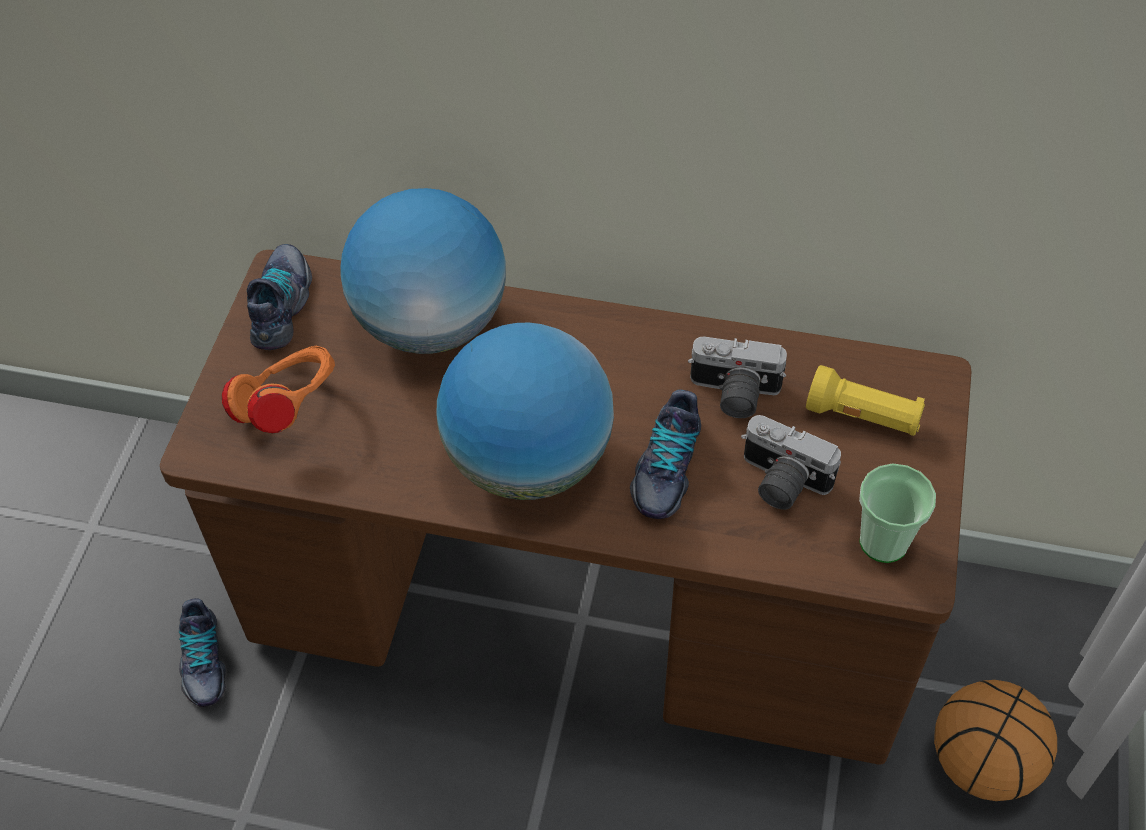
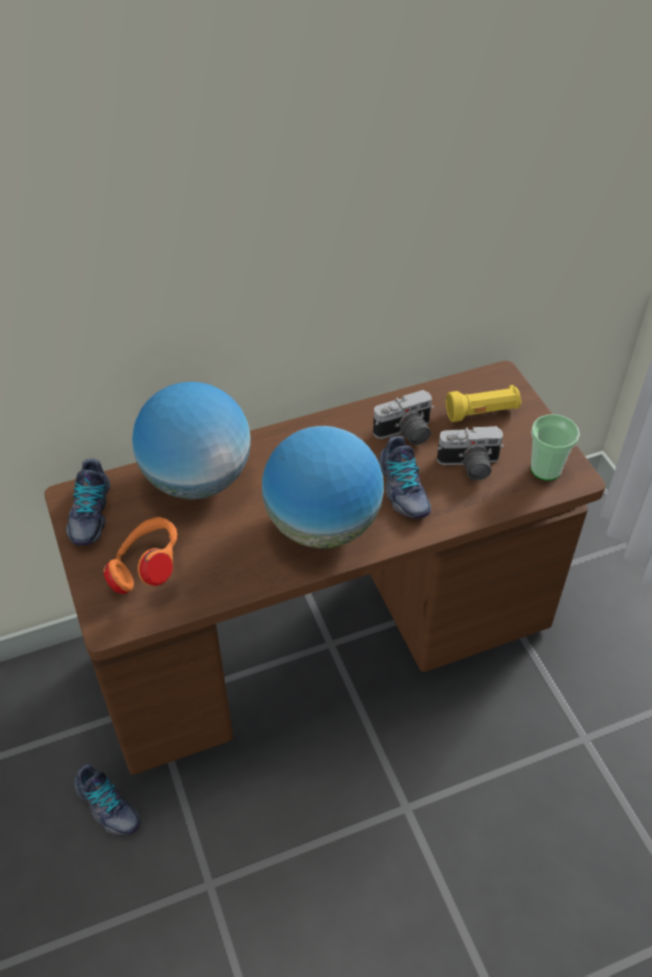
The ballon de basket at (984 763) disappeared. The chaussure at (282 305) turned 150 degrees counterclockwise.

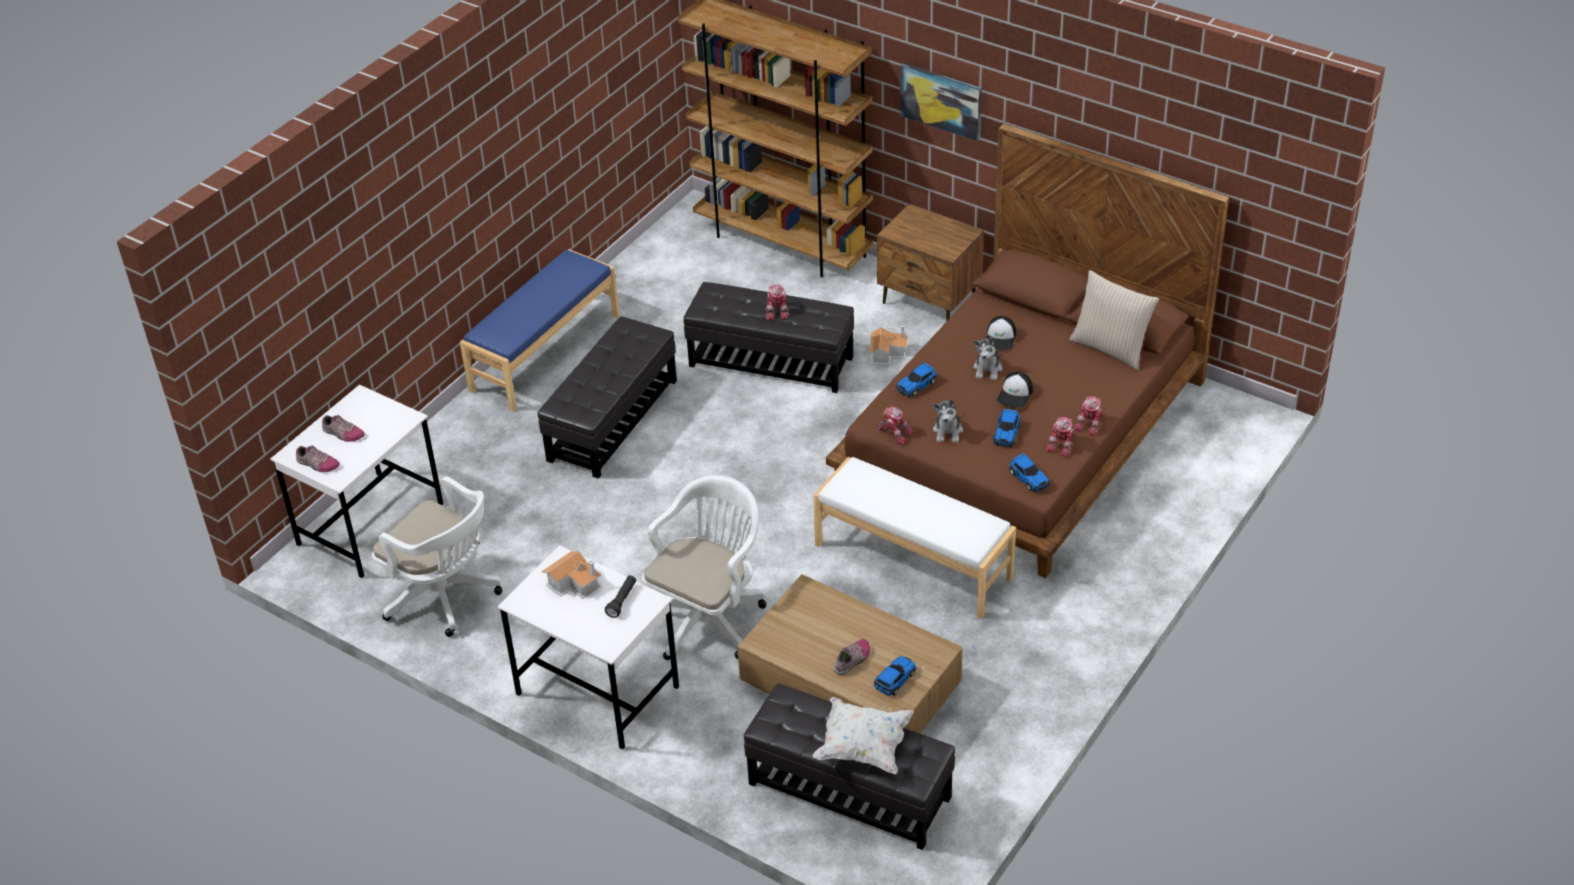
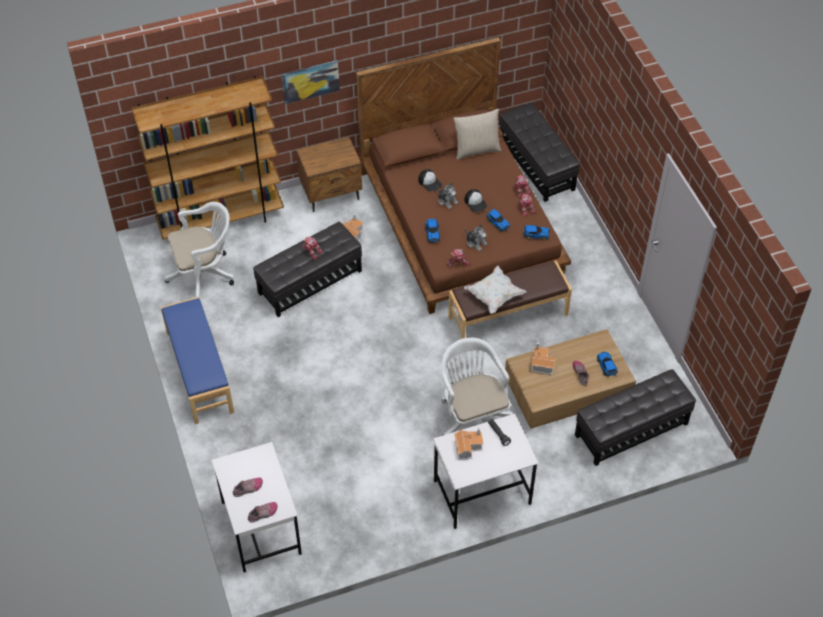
The maison miniature at (540 364) appeared. The chaise de bureau/blanc moved from (445 596) to (205 274). The pouf/noir moved from (612 420) to (536 165). The coussin/blanc moved from (863 747) to (494 296). The banc/blanc at (913 560) became the banc/marron at (508 315).

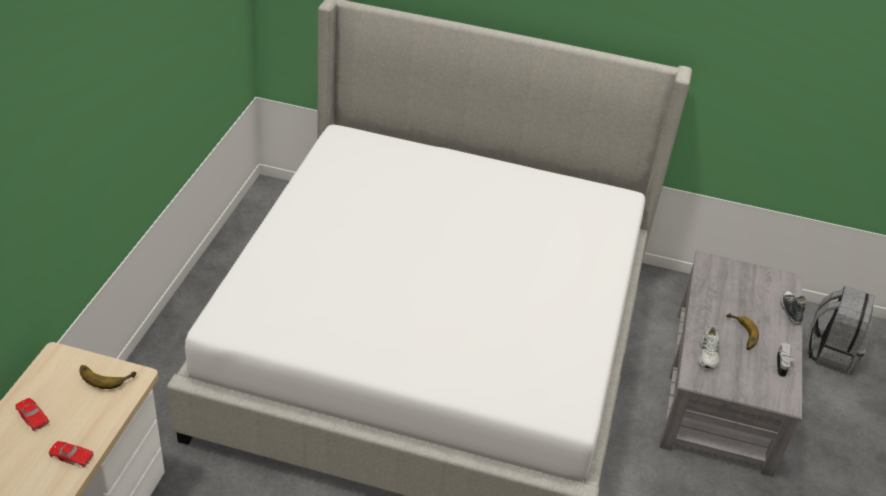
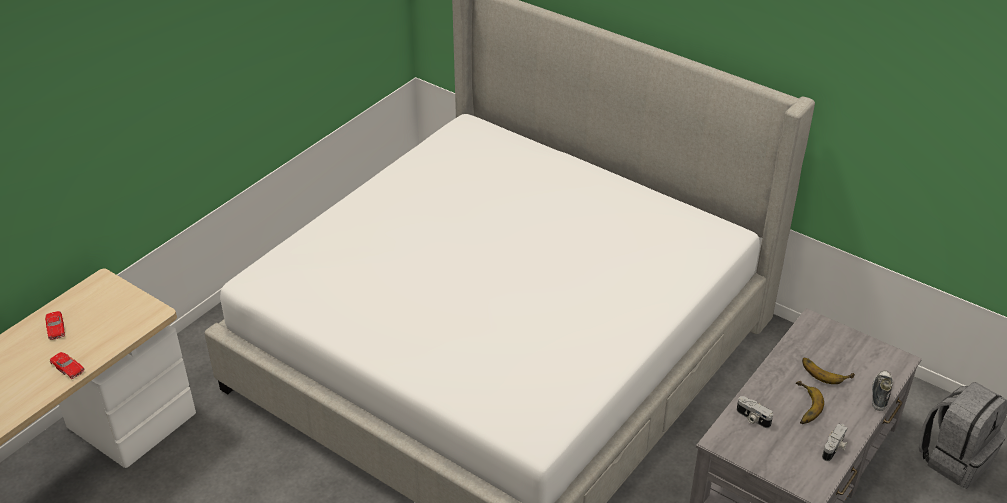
The banane moved from (106 375) to (825 371). The chaussure/blanc at (708 354) was replaced by the appareil photo at (752 418).

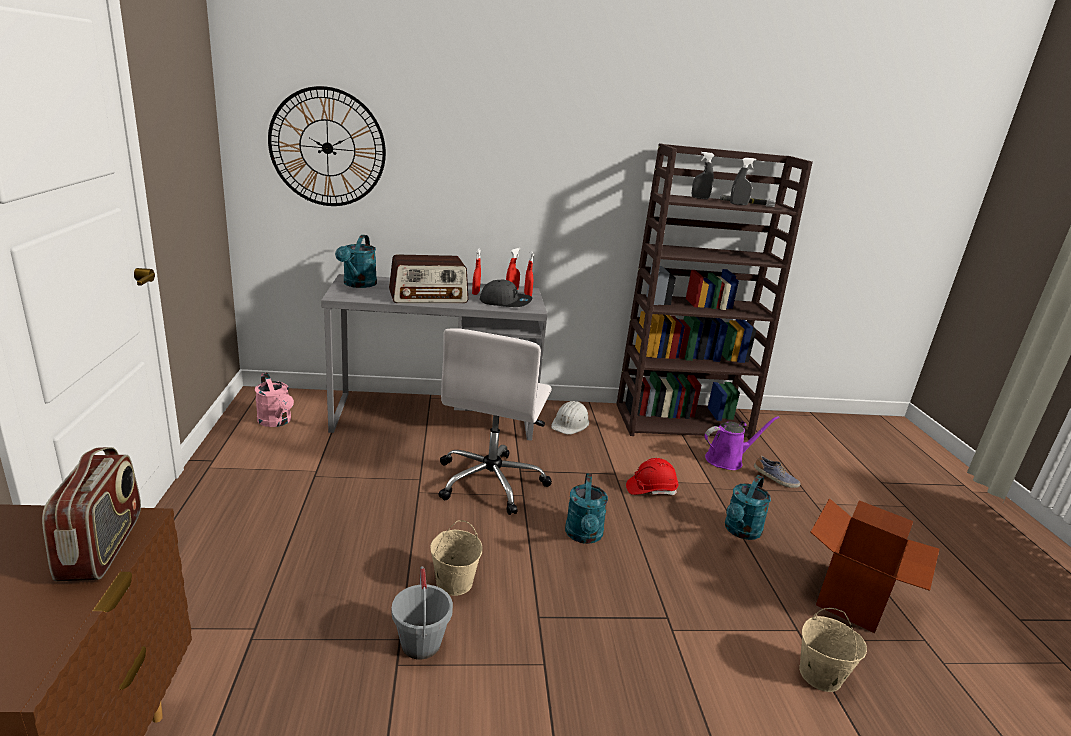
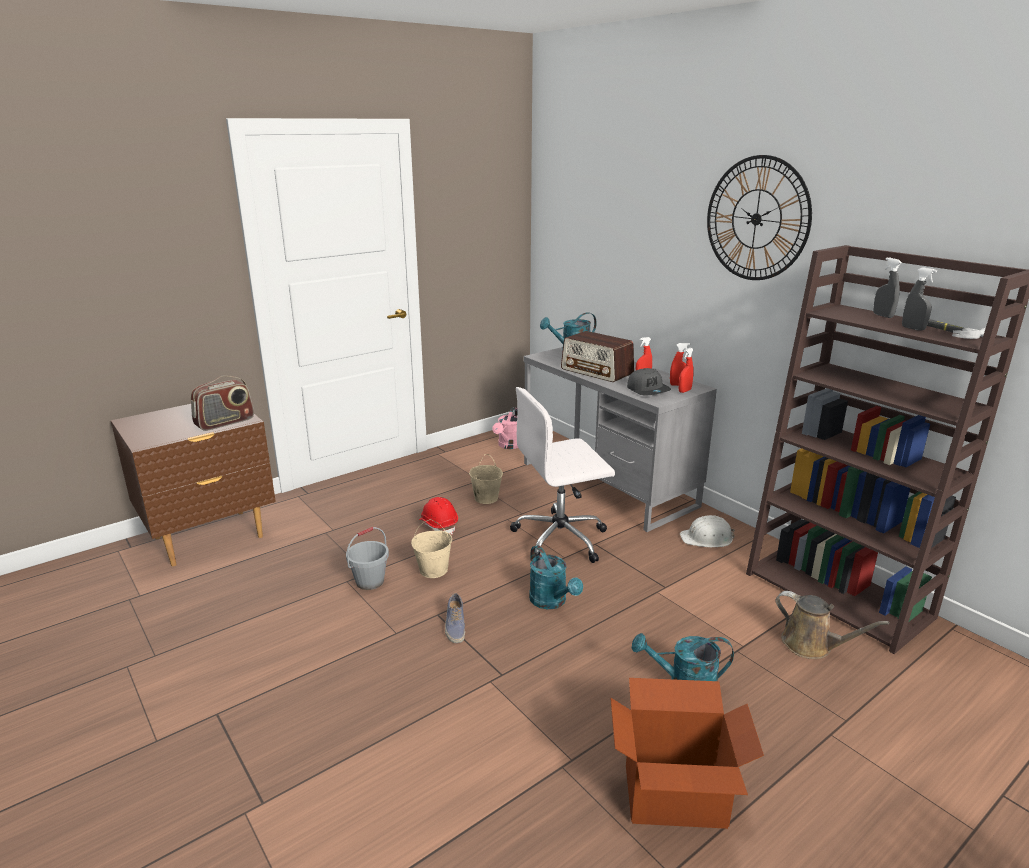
The horloge murale moved from (327 148) to (756 219). The casque de chantier/rouge moved from (651 489) to (438 525). The chaussure moved from (775 479) to (455 626). The seau/beige moved from (819 675) to (485 498). The arrosoir/violet at (727 460) became the arrosoir/marron at (811 645). The arrosoir/turquoise at (584 536) turned 90 degrees counterclockwise.

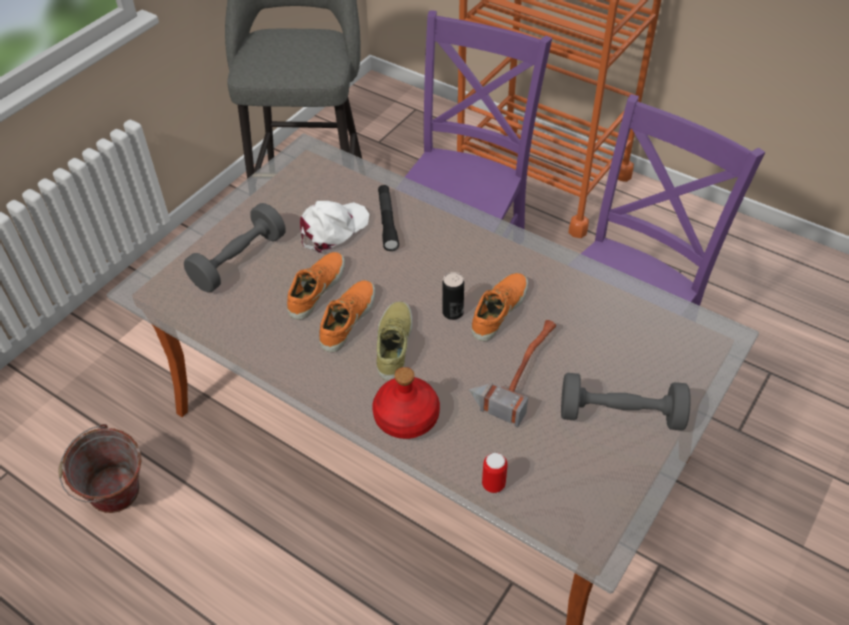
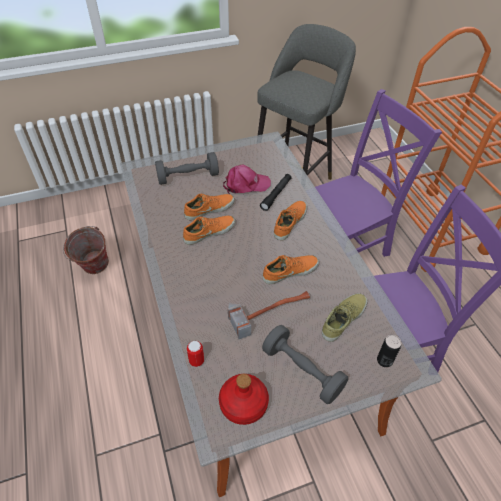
The chaussure/orange at (289 222) appeared. The bouteille/rouge moved from (406 418) to (243 404). The chaussure/beige moved from (392 344) to (342 318). The boîte métallique moved from (452 312) to (384 360). The casquette/blanc at (333 229) became the casquette/rose at (246 184).

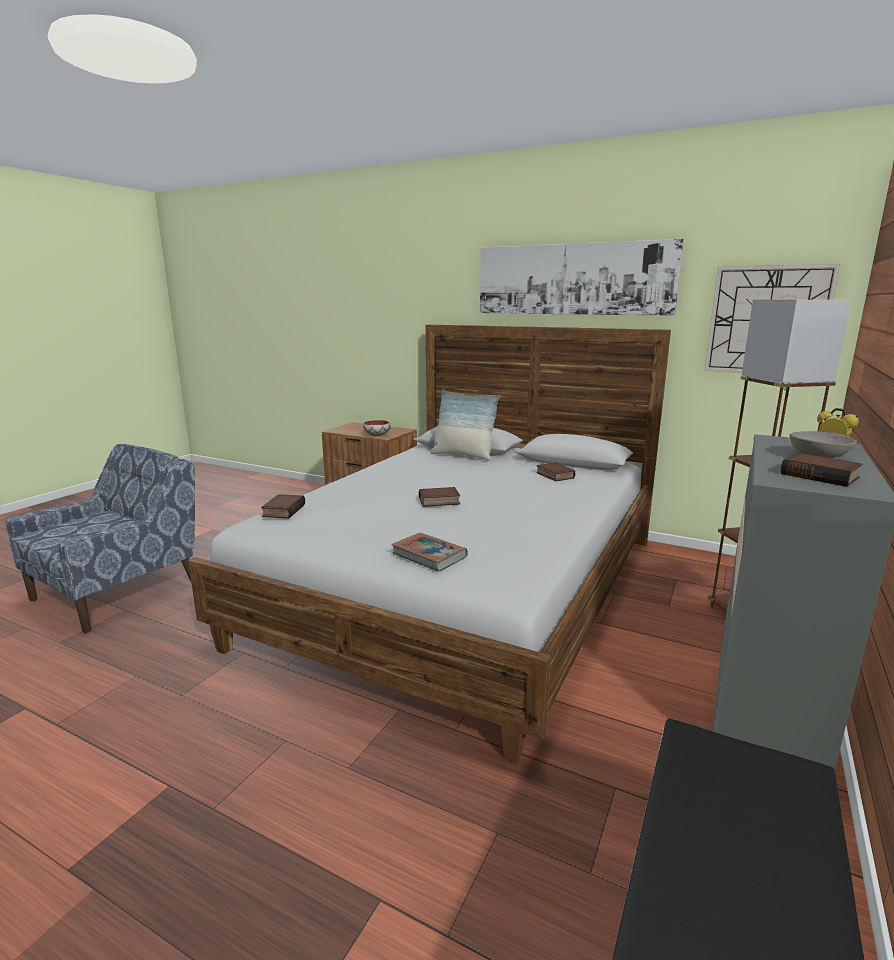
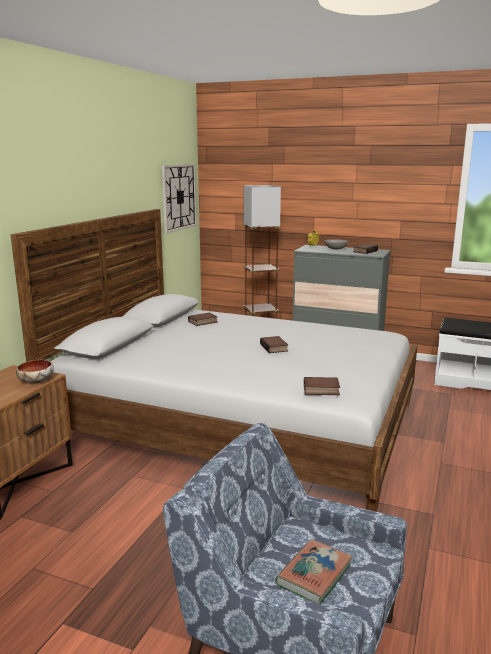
The coussin at (463 455) disappeared. The tableau at (573 279) disappeared. The livre moved from (429 556) to (314 575).

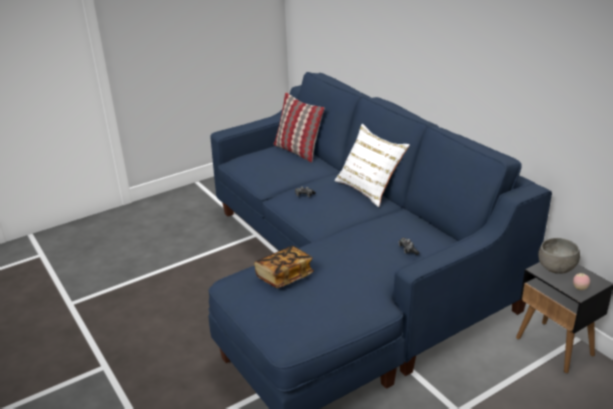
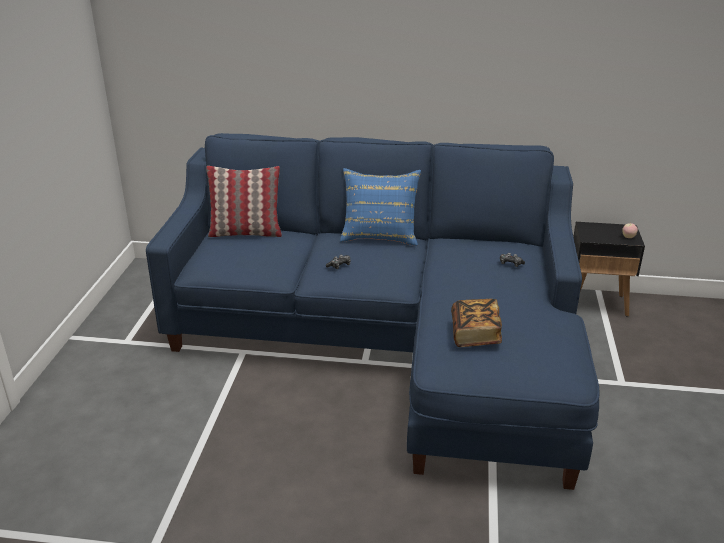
The bol/gris at (556 268) disappeared. The coussin/blanc at (369 188) became the coussin/bleu at (380 235).

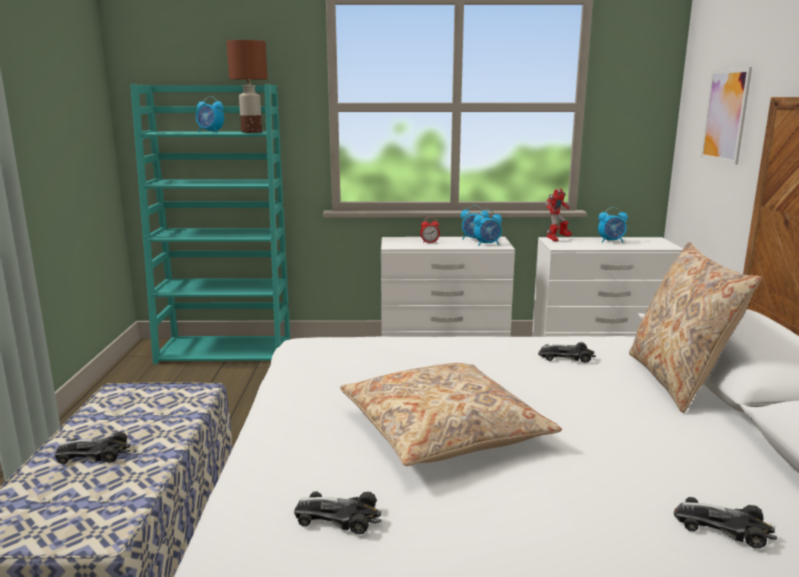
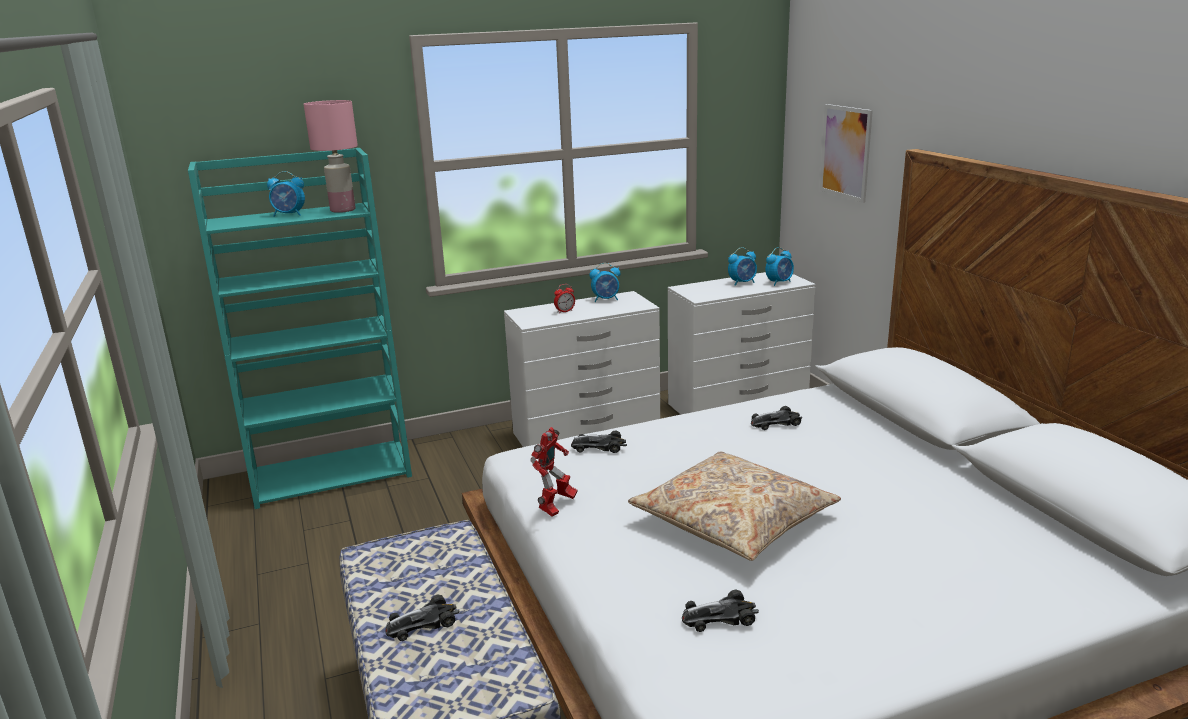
The coussin/beige at (678 381) disappeared. The réveil moved from (487 244) to (779 282). The robot jouet moved from (557 239) to (556 507). The petite voiture moved from (722 526) to (599 446). The lampe de table/marron at (251 132) became the lampe de table/rose at (342 210).

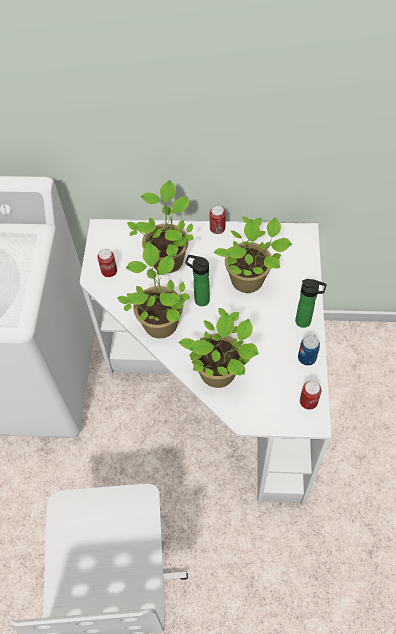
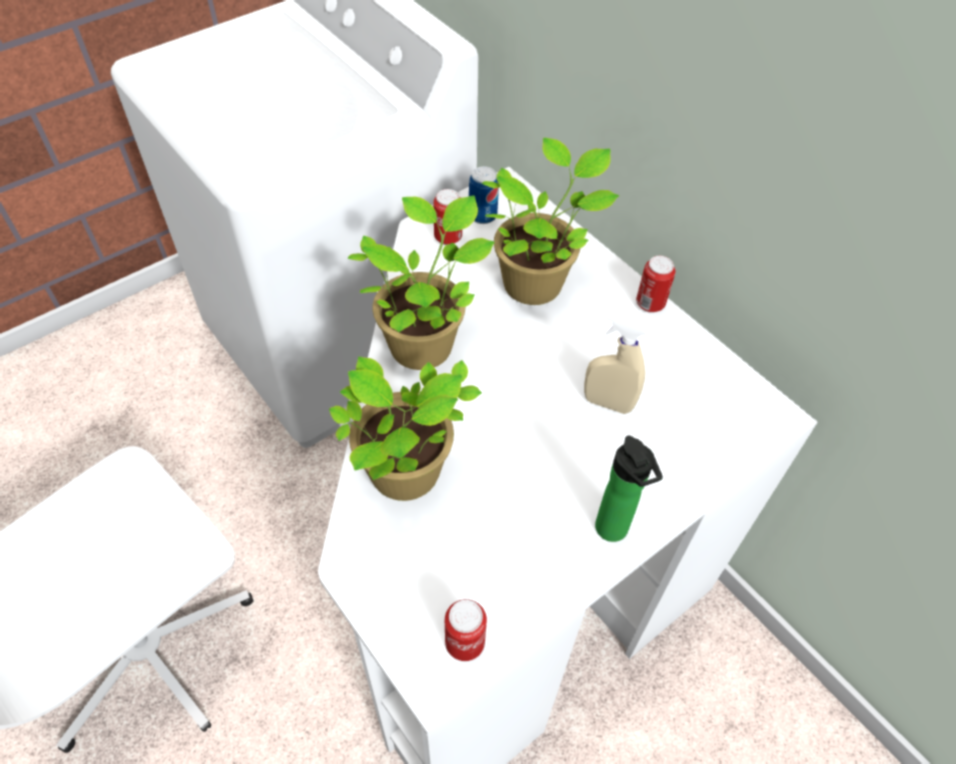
The bouteille at (199 299) disappeared. The boîte métallique moved from (307 358) to (482 215). The plante en pot at (250 280) was replaced by the vaporisateur/beige at (608 403).

